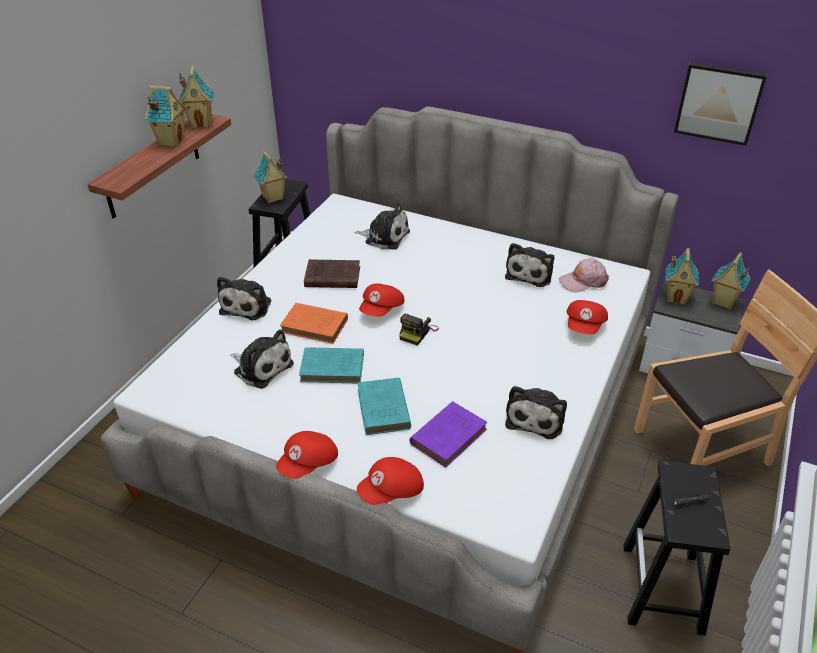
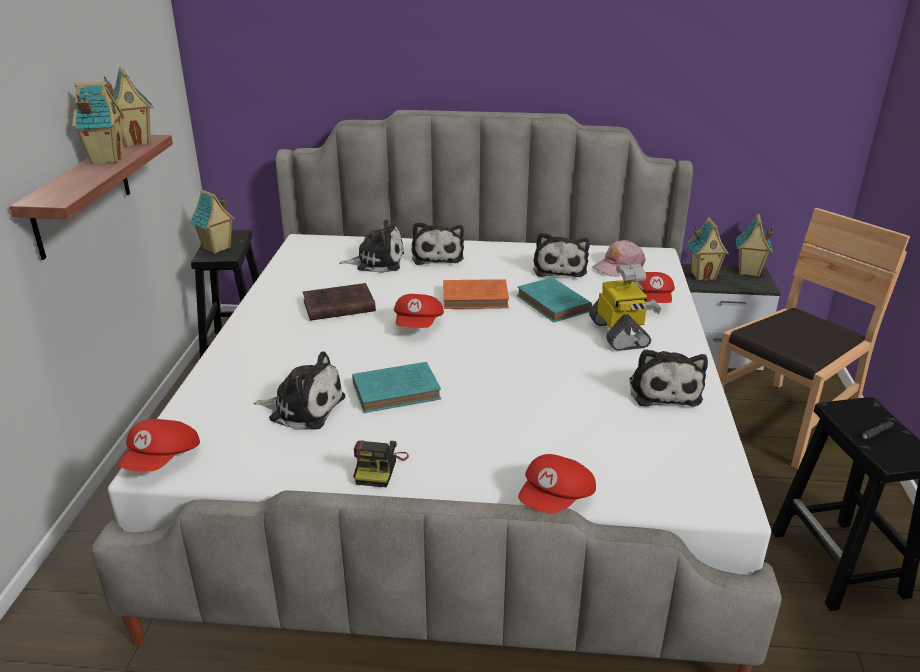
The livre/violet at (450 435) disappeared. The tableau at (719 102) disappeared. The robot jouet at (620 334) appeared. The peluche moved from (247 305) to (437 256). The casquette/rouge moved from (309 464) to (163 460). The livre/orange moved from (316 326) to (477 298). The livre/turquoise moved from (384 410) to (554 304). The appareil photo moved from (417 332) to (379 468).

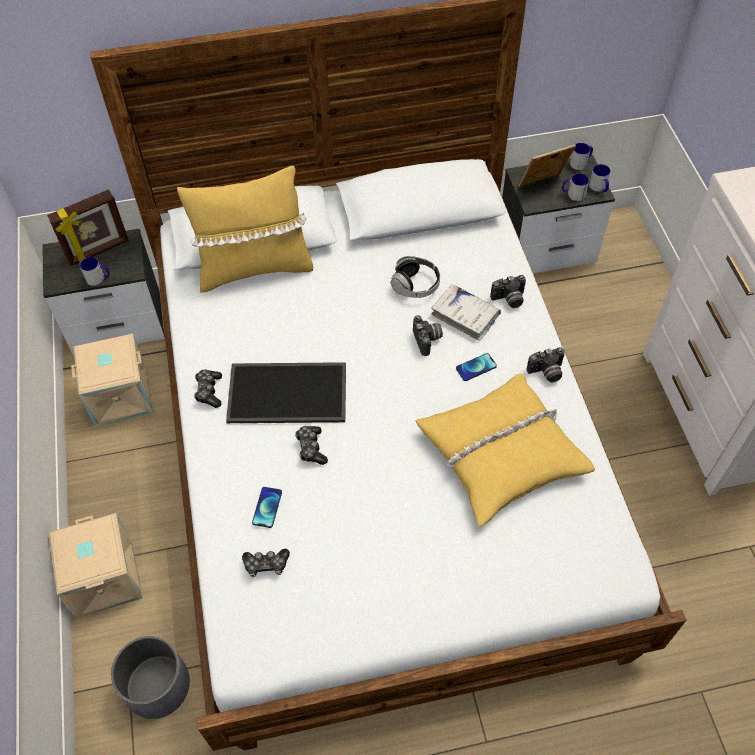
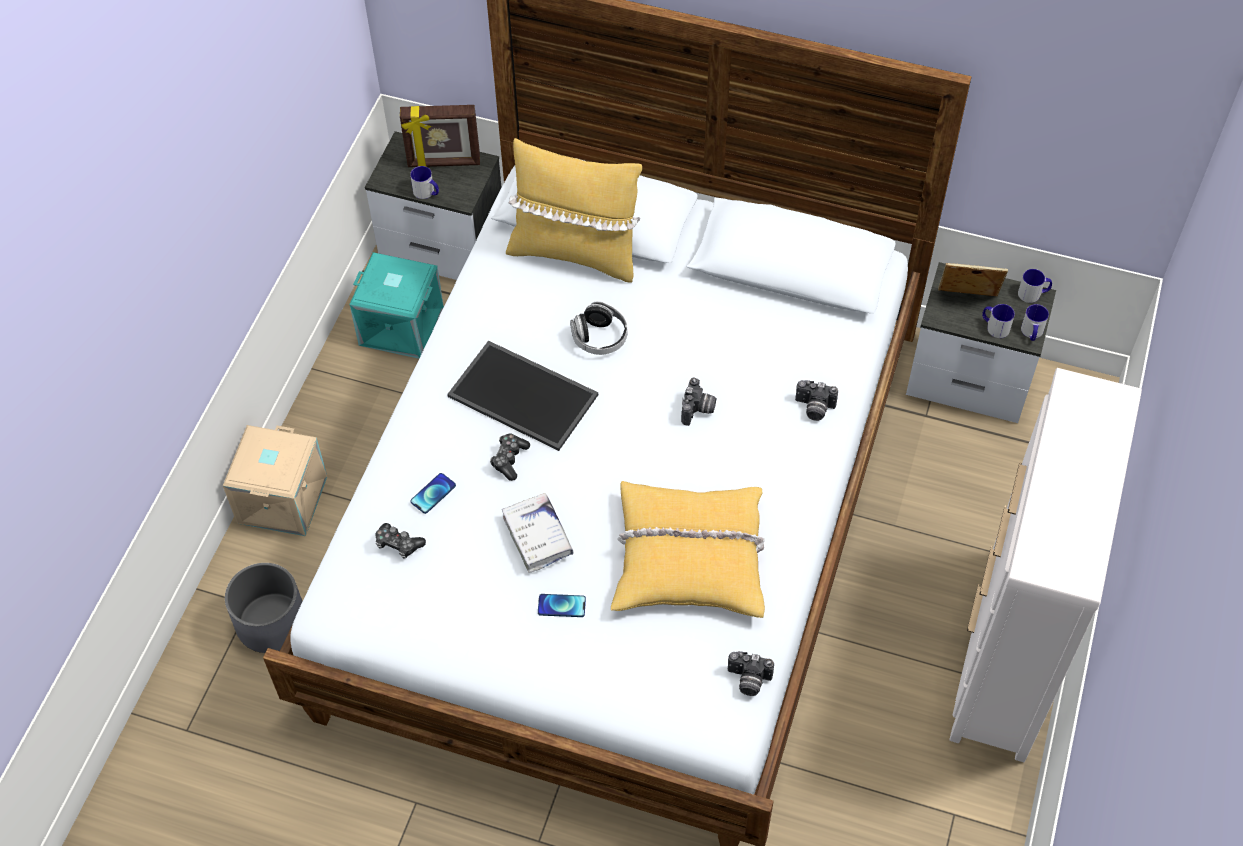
The manette at (209 391) disappeared. The casque audio moved from (415 285) to (599 338). The livre/blanc moved from (465 316) to (537 537). The téléphone moved from (476 367) to (561 606). The appareil photo moved from (546 373) to (748 680). The boîte de rangement/beige at (121 394) became the boîte de rangement/turquoise at (402 325).

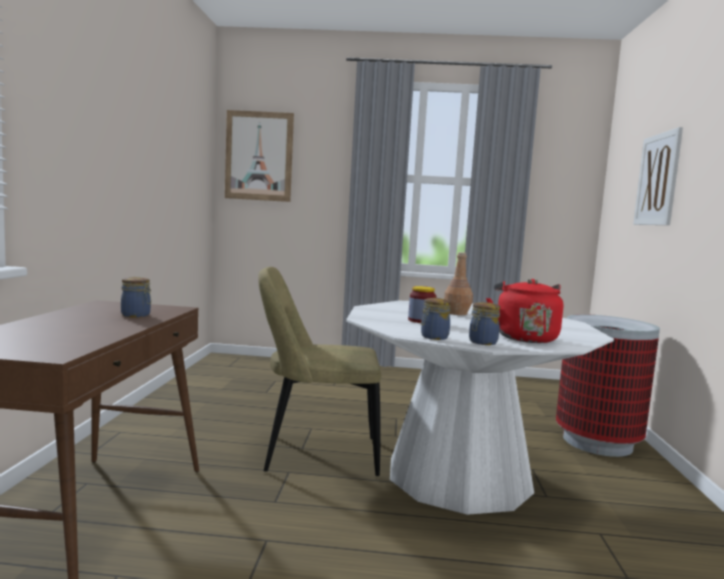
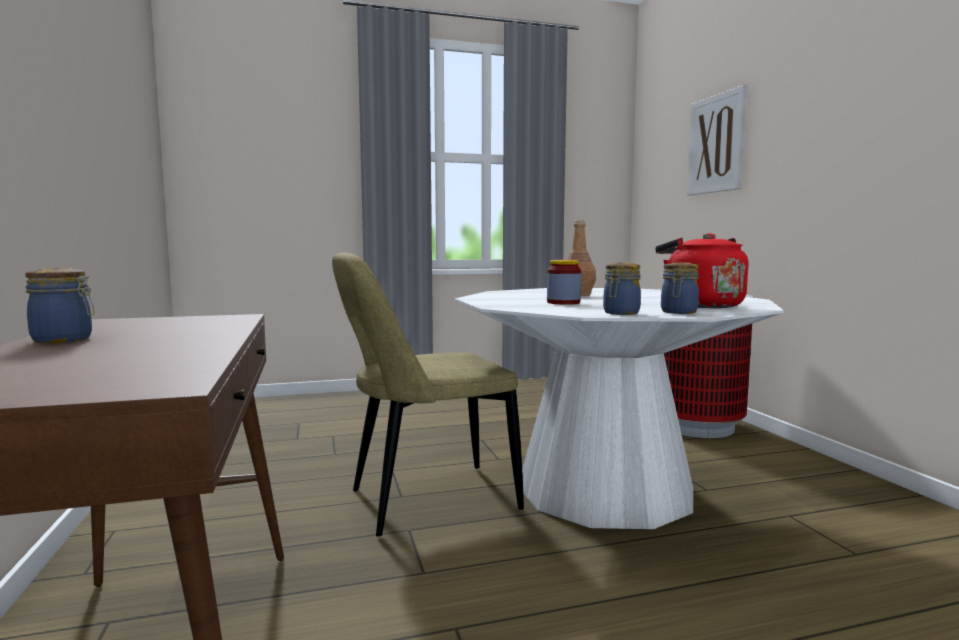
The tableau at (259 156) disappeared. The bocal moved from (137 315) to (65 340).

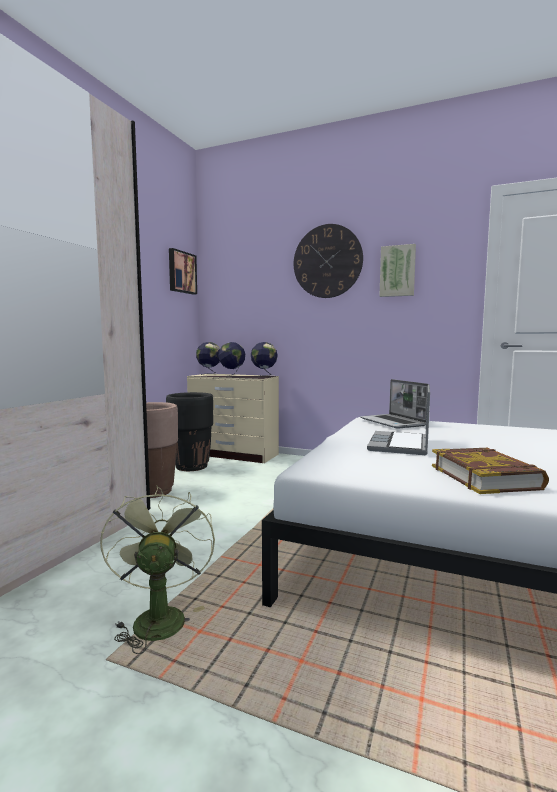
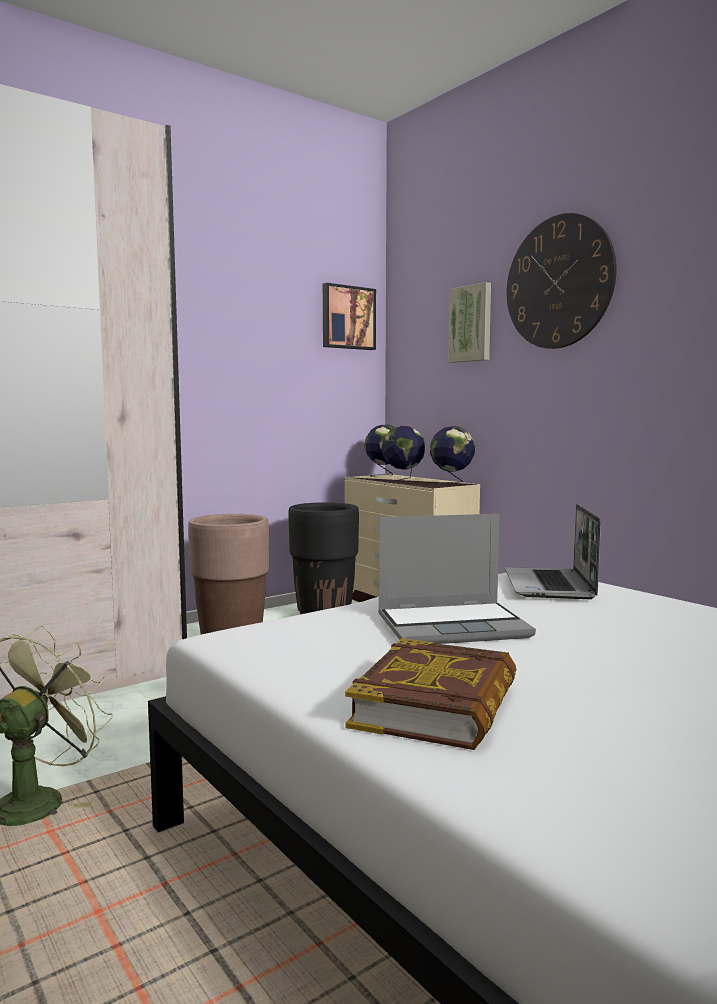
The tableau moved from (397 271) to (471 324). The ordinateur portable at (400 445) turned 150 degrees counterclockwise.

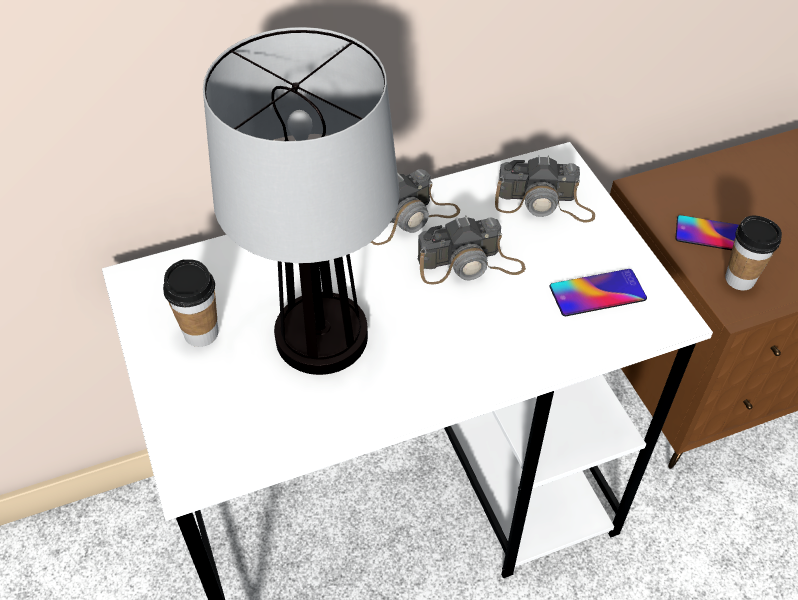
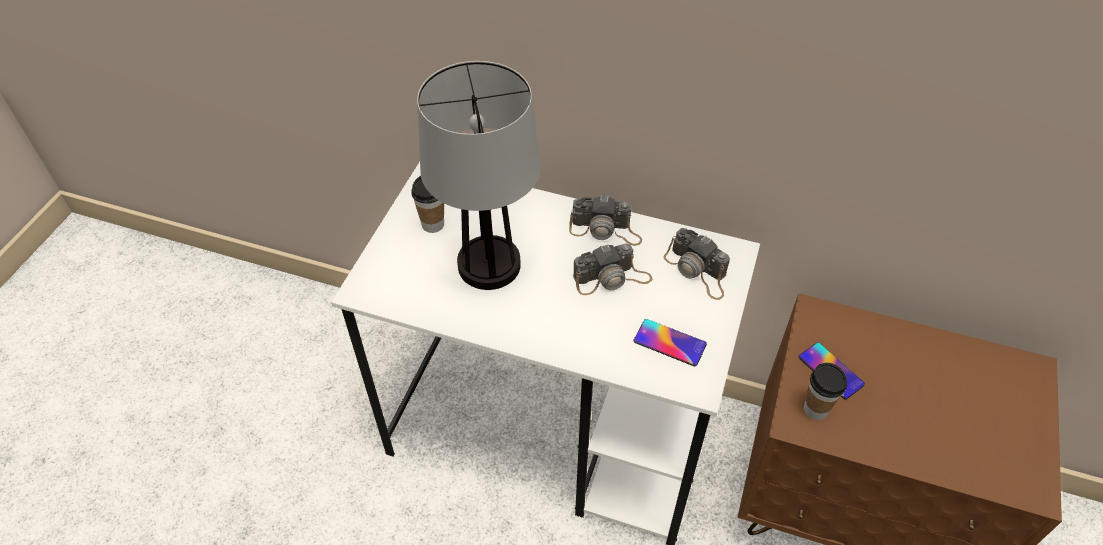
The appareil photo at (470 264) turned 45 degrees counterclockwise.

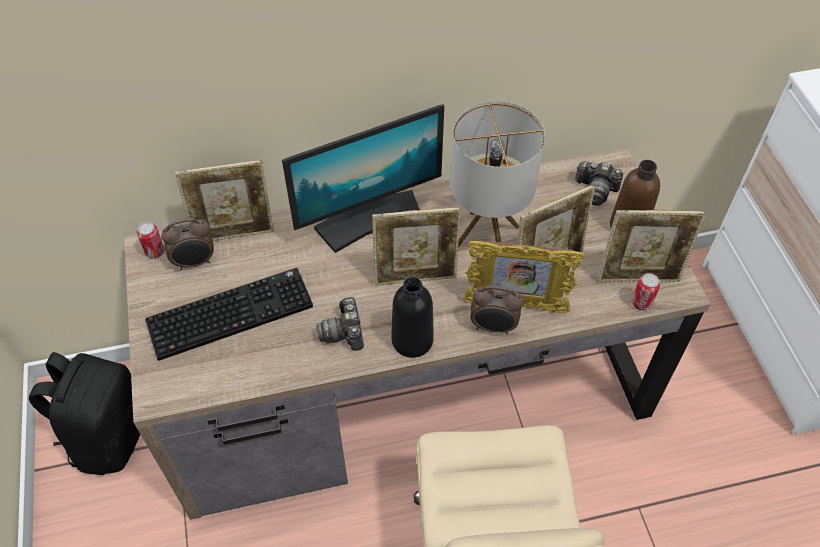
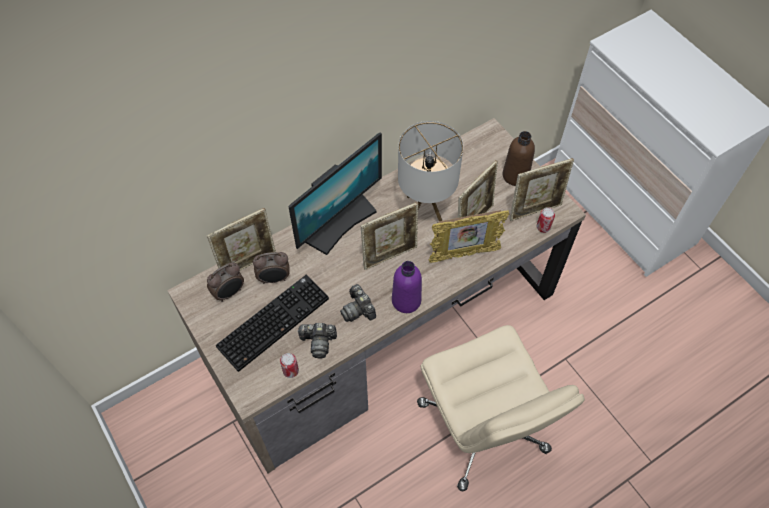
The sac à dos/noir at (110 436) disappeared. The boîte métallique moved from (155 252) to (291 371). The réveil moved from (493 327) to (274 279). The appareil photo moved from (596 190) to (318 342). The bouteille/noir at (412 340) became the bouteille/violet at (406 300).

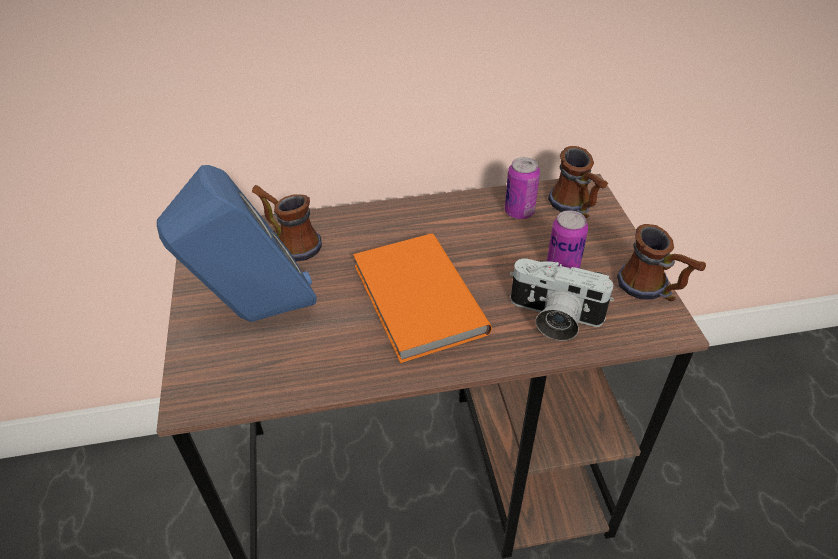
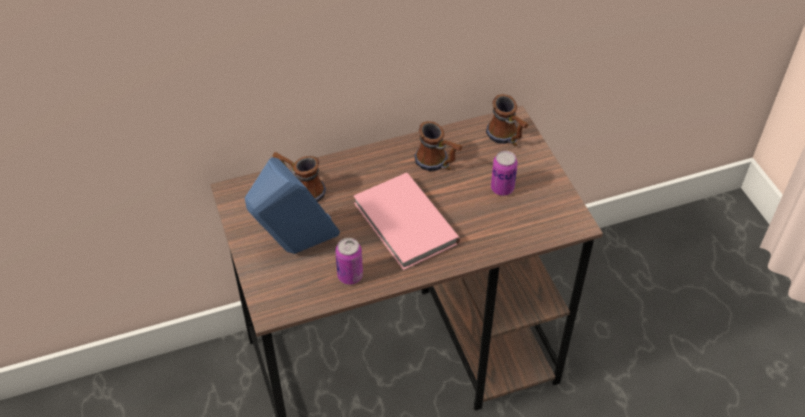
The appareil photo at (553 318) disappeared. The boîte métallique moved from (519 212) to (350 276). The mug moved from (653 290) to (438 164). The livre/orange at (416 300) became the livre/rose at (404 225).

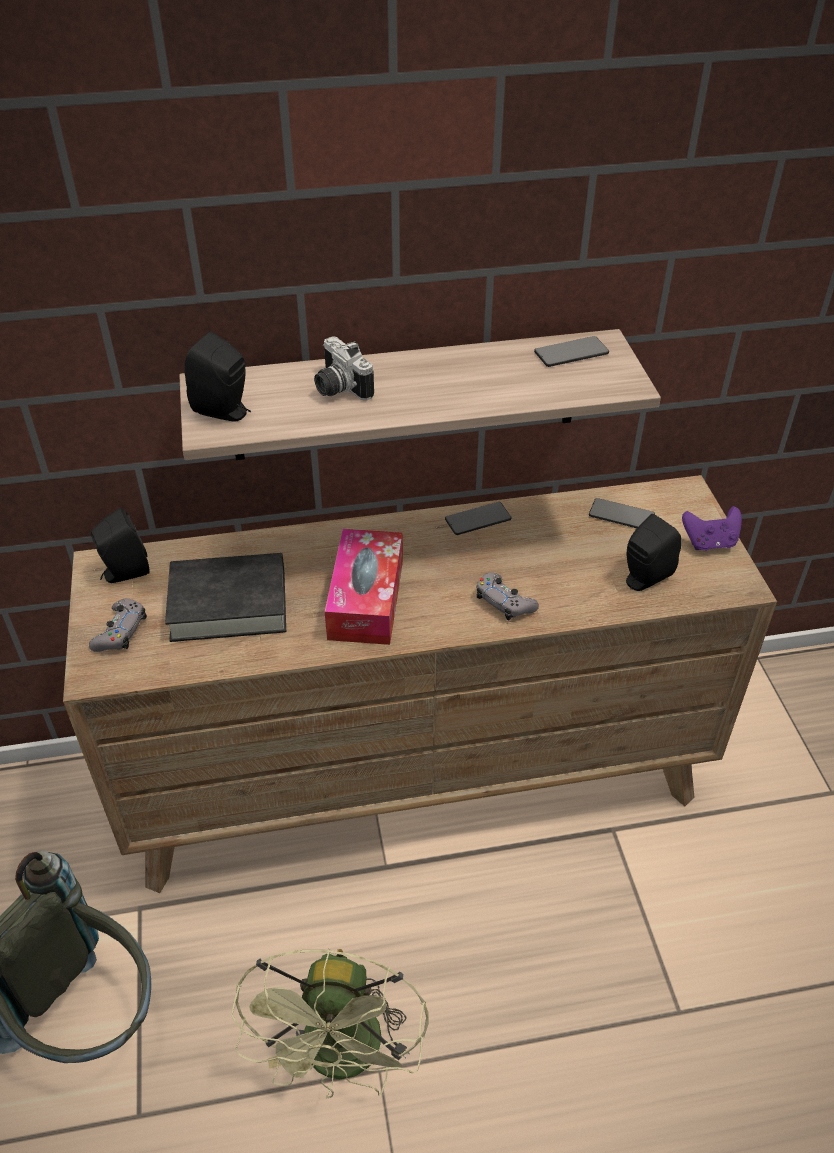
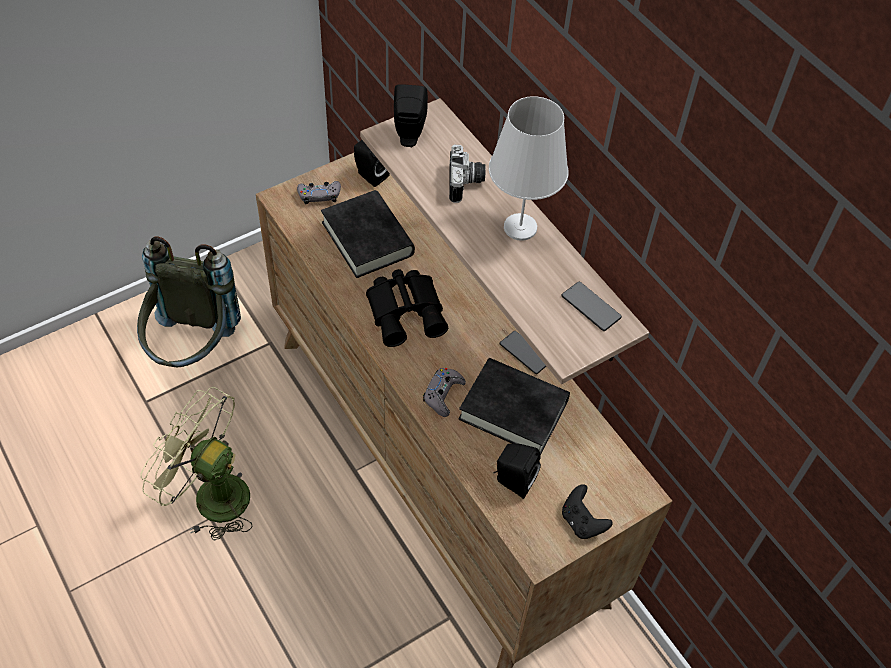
The téléphone at (621 515) disappeared. The livre/noir at (513 410) appeared. The lampe de table/blanc at (520 228) appeared. The boîte à mouchoirs at (366 599) was replaced by the jumelles/noir at (407 311). The manette/violet at (709 542) became the manette/noir at (582 522). The ventilateur/vert at (343 1059) turned 45 degrees clockwise. The appareil photo at (338 388) turned 150 degrees clockwise.

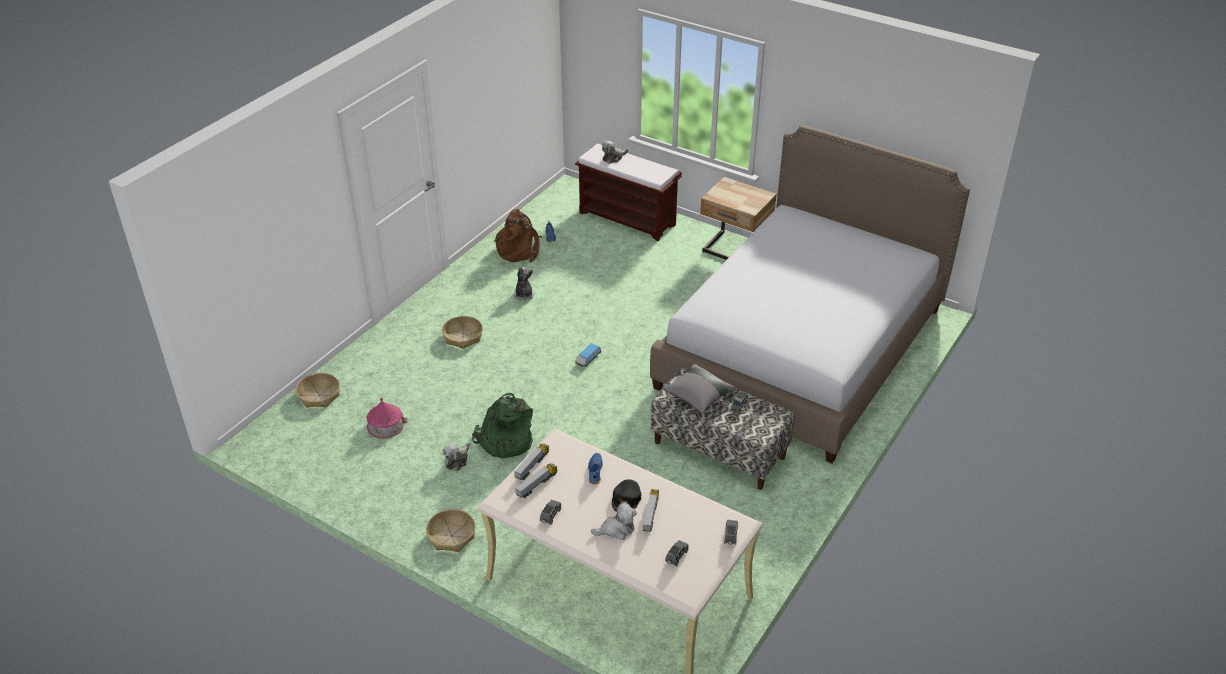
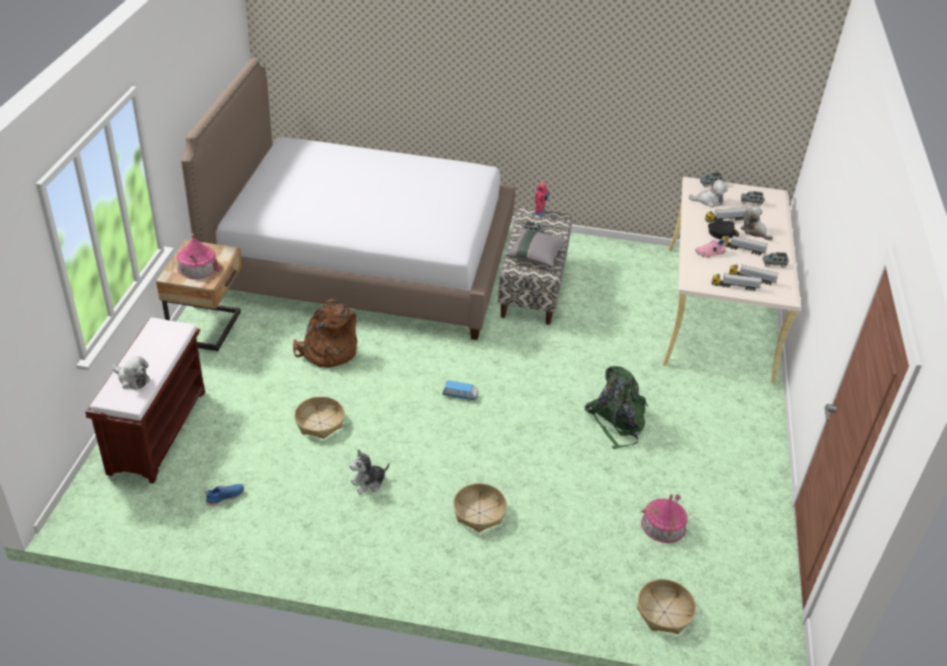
The maison miniature at (197 267) appeared. The robot jouet at (540 213) appeared. The camion jouet at (742 249) appeared. The panier moved from (452 536) to (319 423). The peluche moved from (457 460) to (708 201). The sac à dos/marron moved from (519 250) to (327 351). The chaussure/bleu at (594 471) became the chaussure/rose at (710 253).

